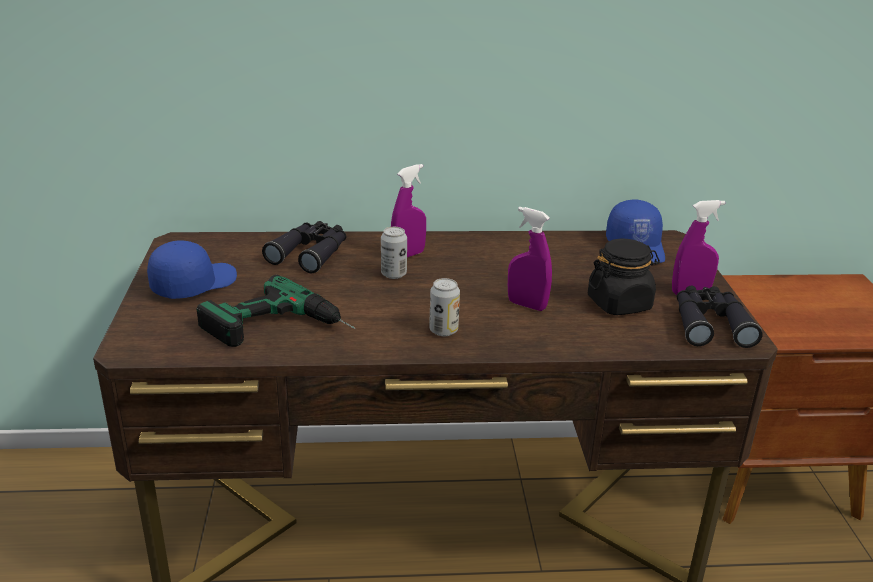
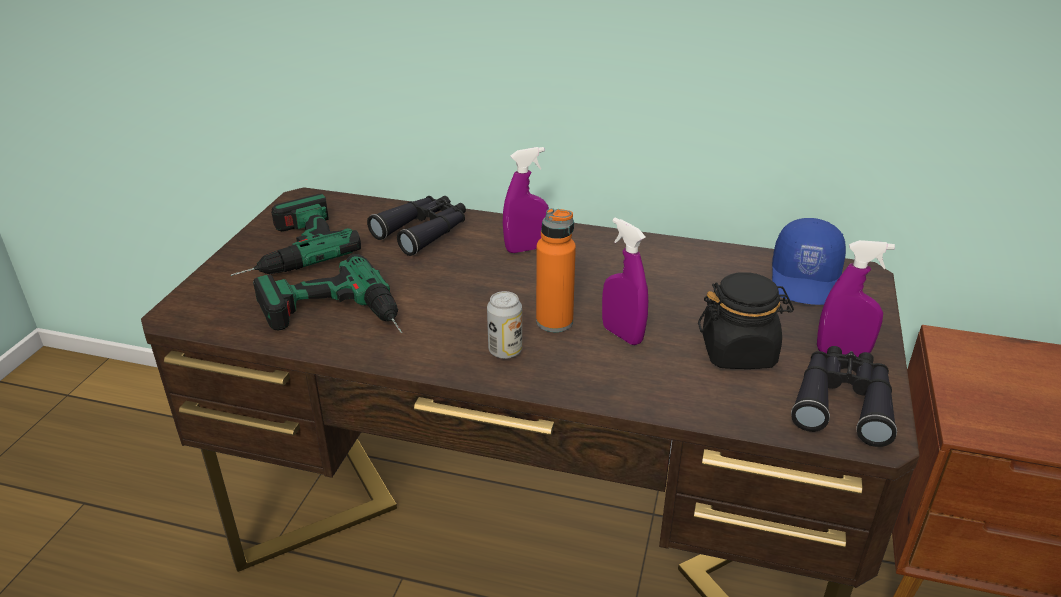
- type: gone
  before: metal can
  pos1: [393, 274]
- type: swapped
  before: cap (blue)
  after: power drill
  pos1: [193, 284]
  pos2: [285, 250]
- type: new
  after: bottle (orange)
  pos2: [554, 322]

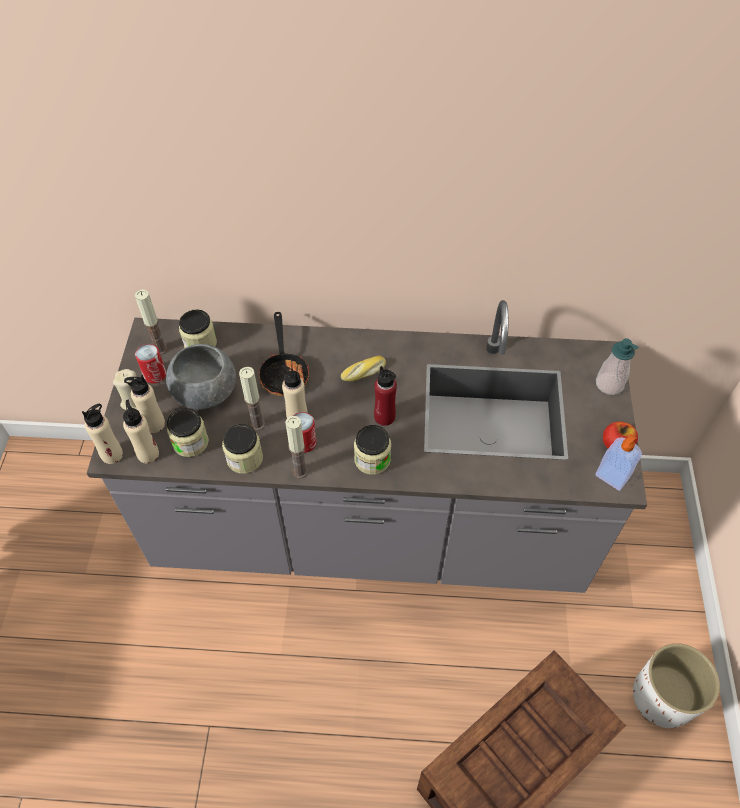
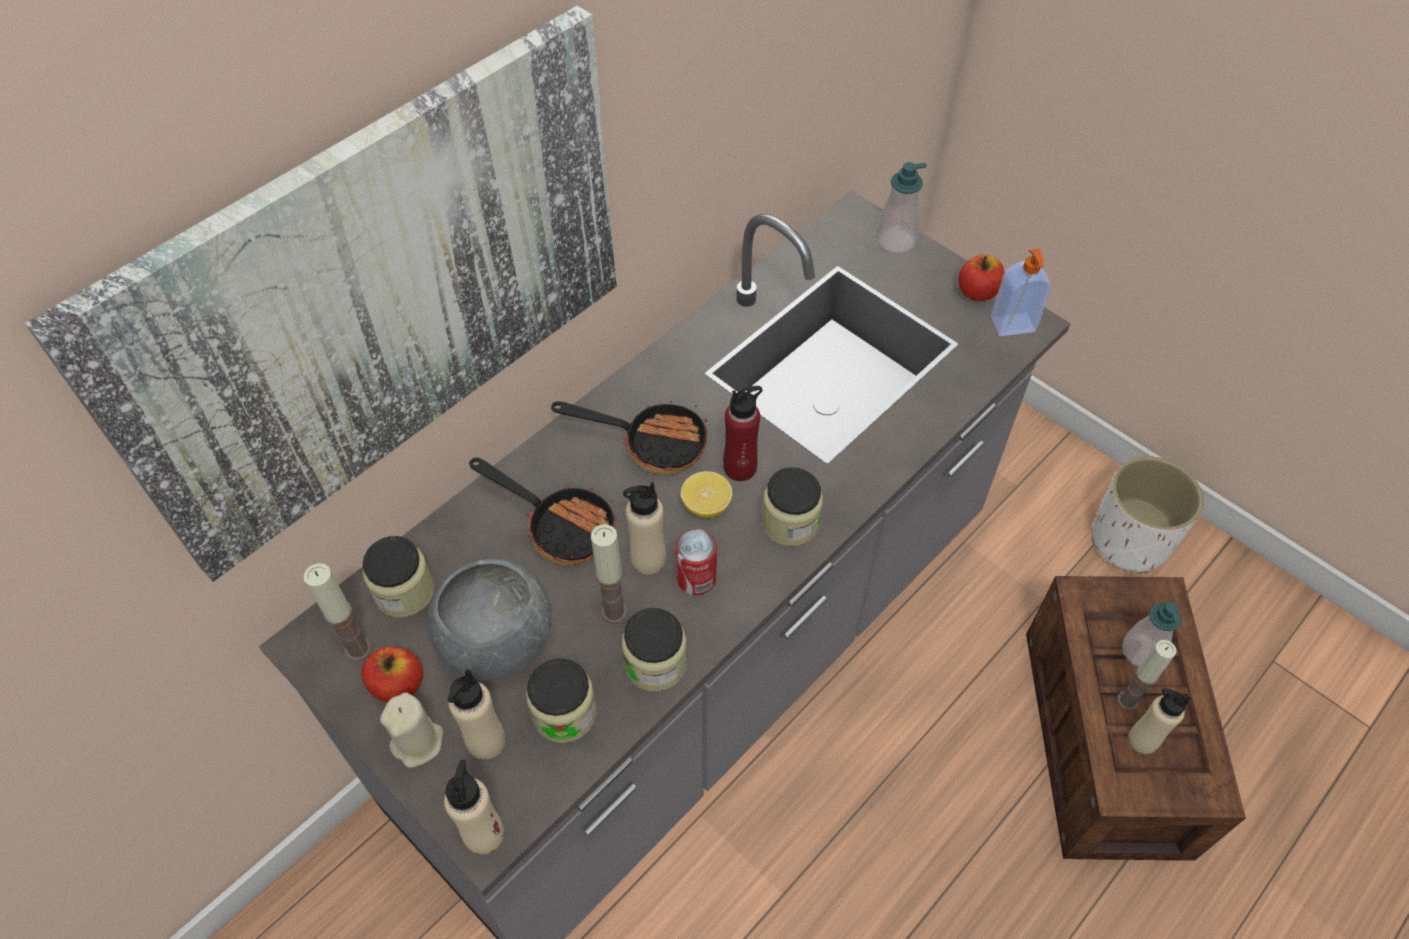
- type: swapped
  before: metal can
  after: apple
  pos1: [155, 375]
  pos2: [398, 685]
- type: swapped
  before: bakery bread
  after: pan
  pos1: [364, 373]
  pos2: [652, 442]
- type: shifted
  before: bottle (beige-coloured)
  pos1: [148, 454]
  pos2: [1142, 740]
- type: shifted
  before: candle
  pos1: [300, 471]
  pos2: [1127, 700]
- type: new
  after: picture
  pos2: [383, 295]
- type: new
  after: lemon
  pos2: [706, 505]
- type: new
  after: liquid soap bottle
  pos2: [1141, 651]

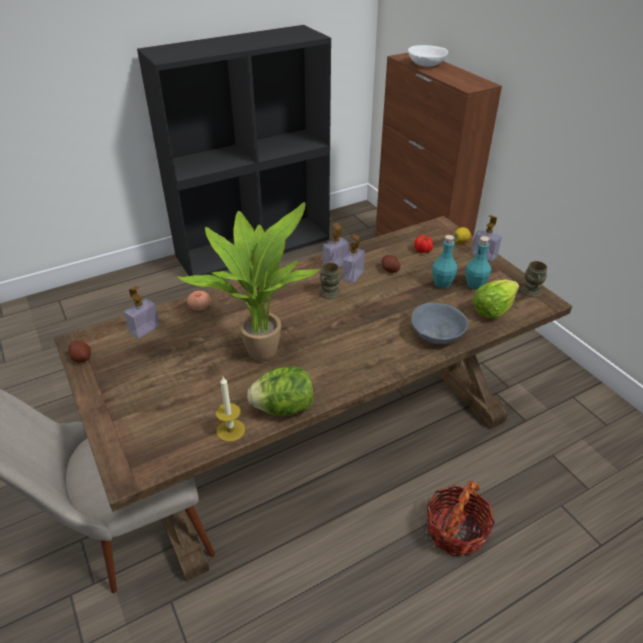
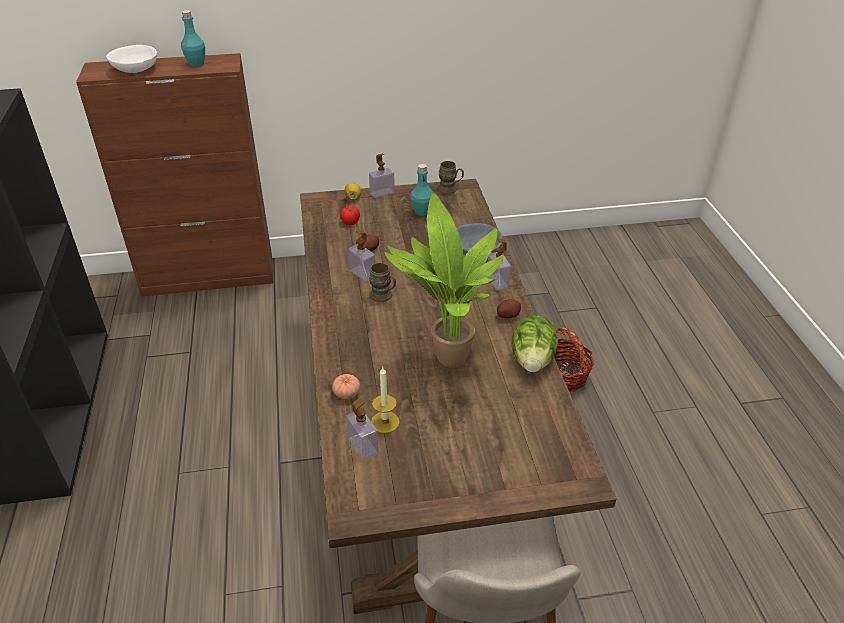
- type: shifted
  before: liquid soap bottle
  pos1: [335, 264]
  pos2: [497, 282]
- type: shifted
  before: bottle (turquoise)
  pos1: [442, 283]
  pos2: [196, 64]
- type: gone
  before: head of lettuce
  pos1: [492, 310]
- type: shifted
  before: potato
  pos1: [81, 357]
  pos2: [508, 315]
- type: shifted
  before: candle
  pos1: [230, 430]
  pos2: [385, 422]

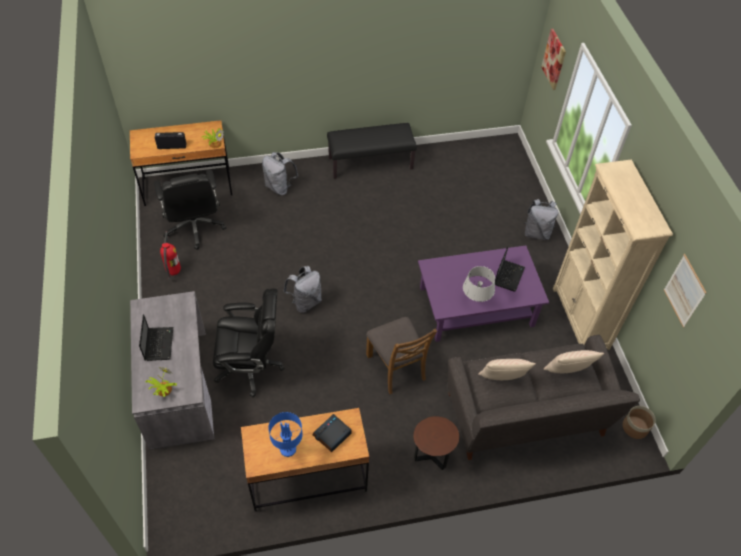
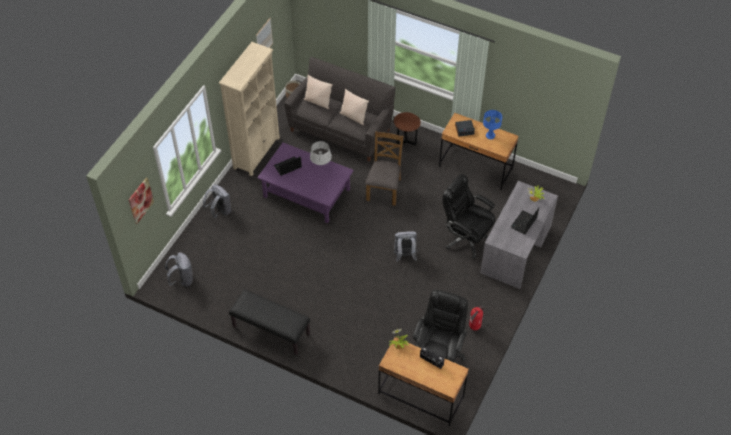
- type: shifted
  before: rucksack (grey)
  pos1: [279, 187]
  pos2: [182, 280]

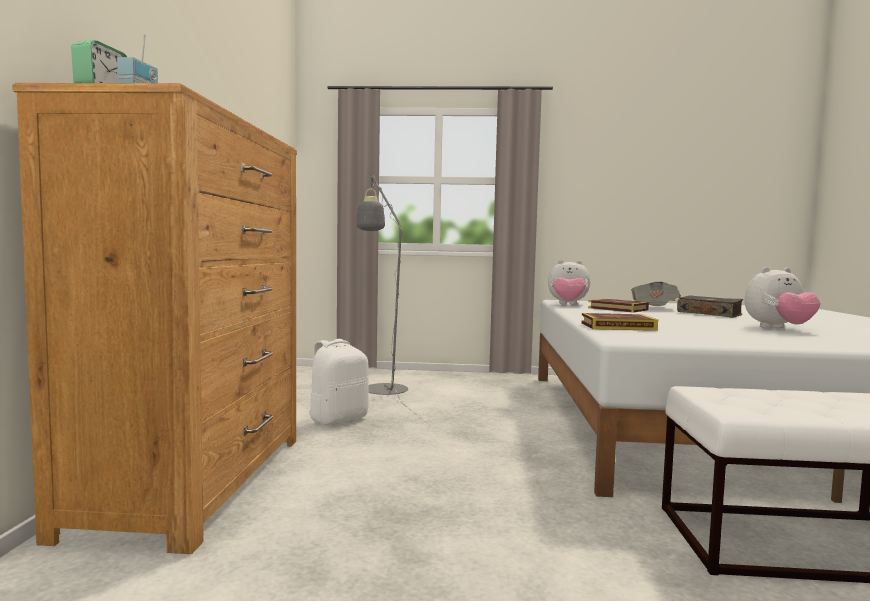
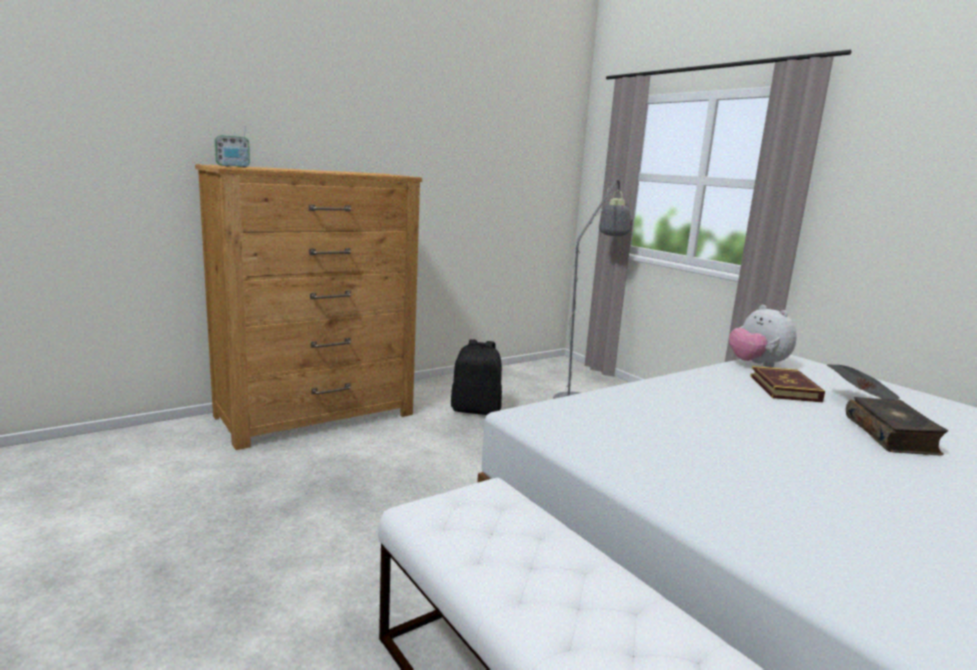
- type: gone
  before: plush toy
  pos1: [778, 328]
- type: gone
  before: book
  pos1: [617, 326]
- type: repainted
  before: rucksack (white)
  after: rucksack (black-coloured)
  pos1: [338, 418]
  pos2: [476, 410]

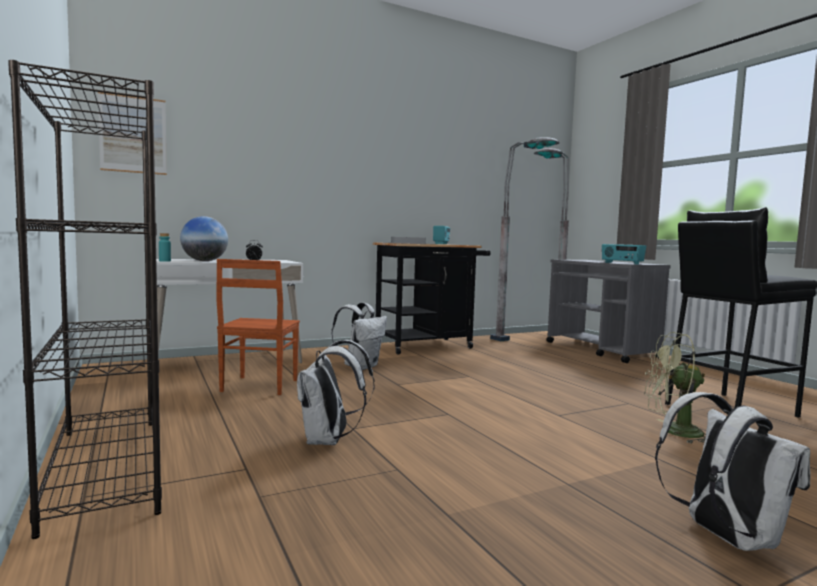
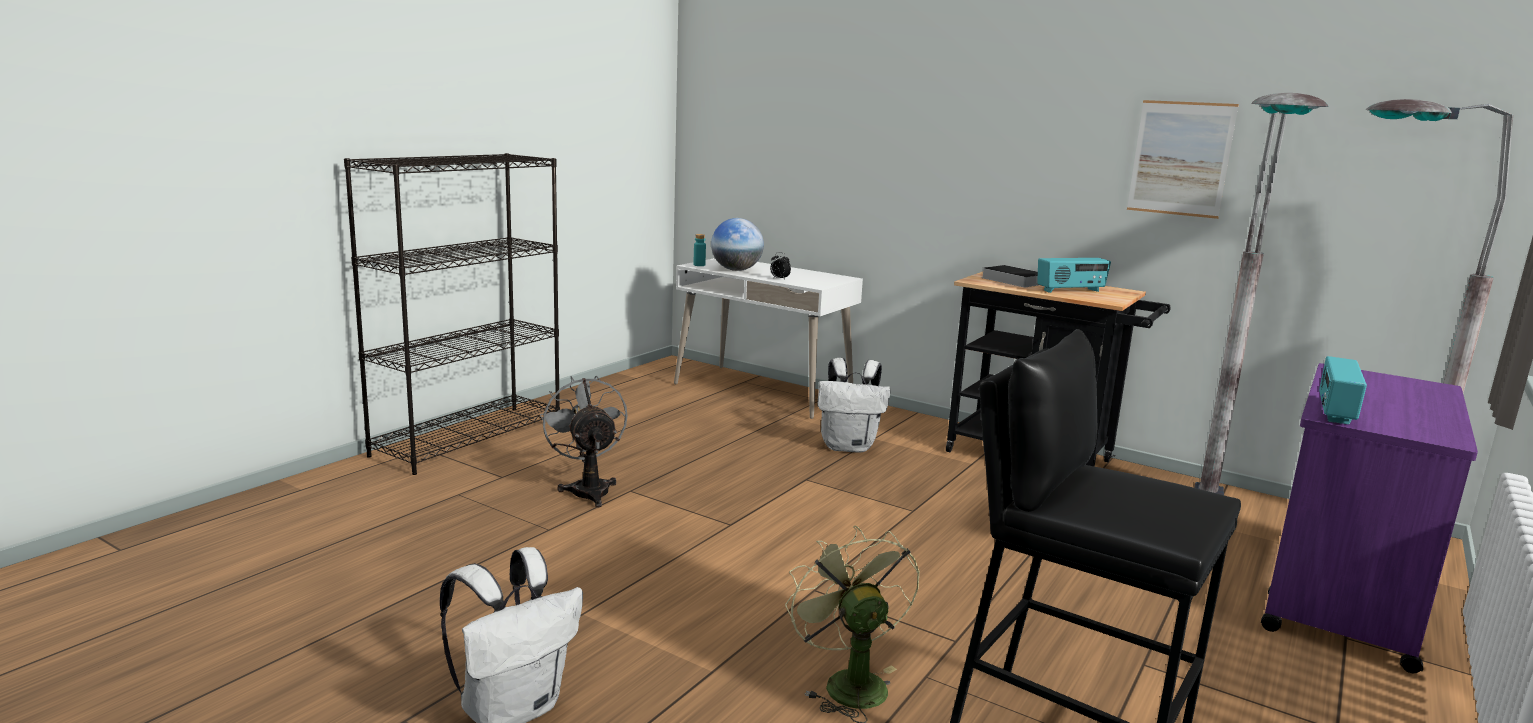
- type: shifted
  before: picture
  pos1: [133, 134]
  pos2: [1180, 158]
- type: gone
  before: chair (brown-coloured)
  pos1: [258, 386]
- type: repainted
  before: cart (grey)
  after: cart (purple)
  pos1: [601, 350]
  pos2: [1341, 598]
- type: swapped
  before: rucksack (white)
  after: cooling fan (grey)
  pos1: [329, 441]
  pos2: [588, 489]

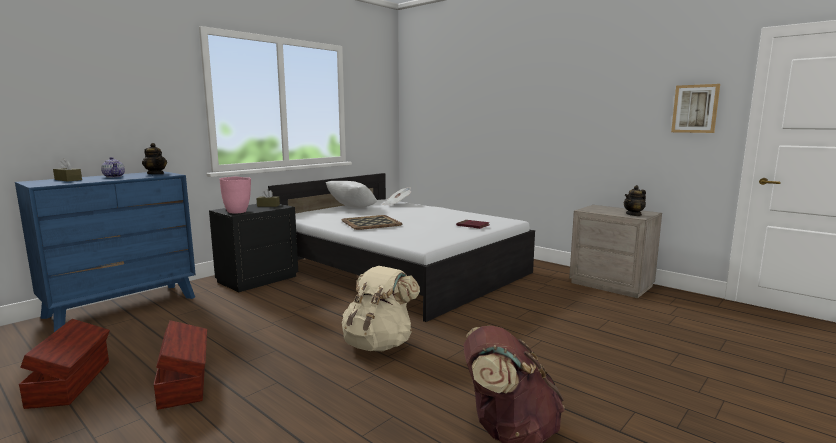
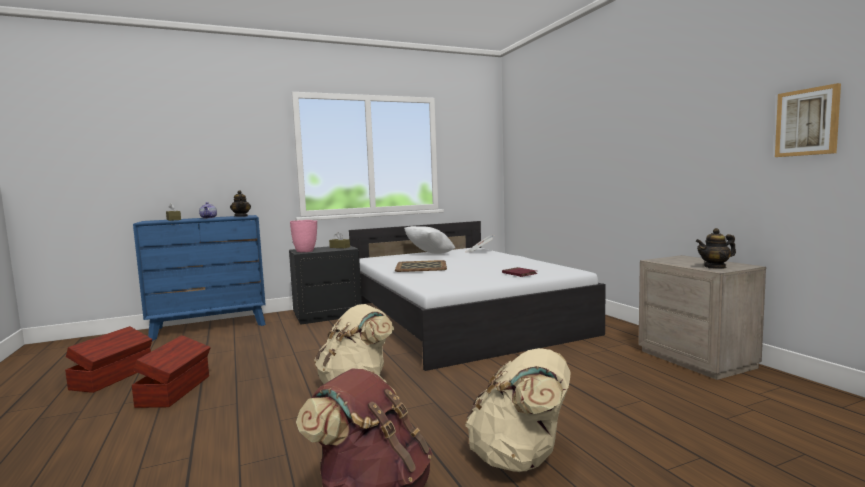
- type: new
  after: rucksack (beige-coloured)
  pos2: [520, 458]

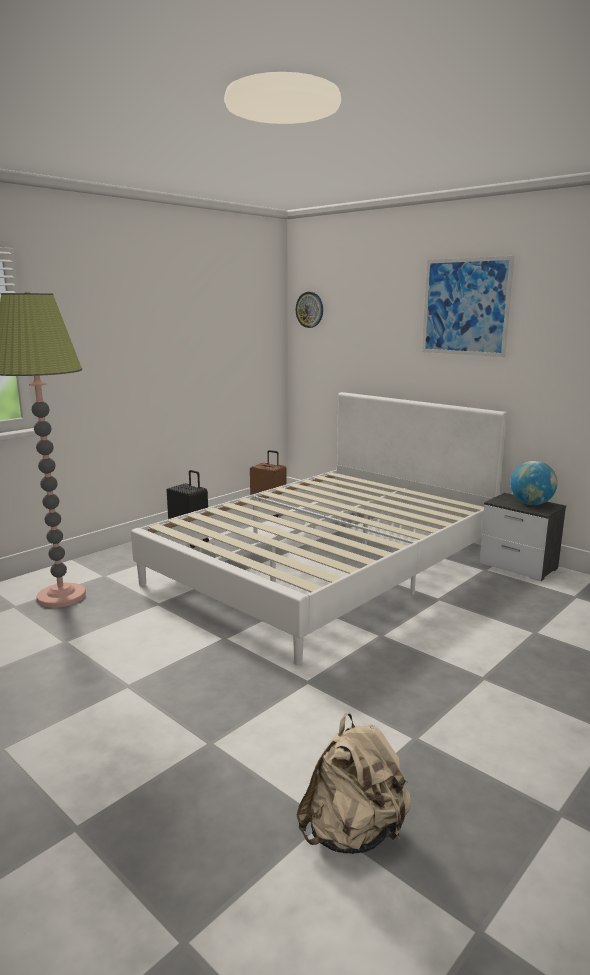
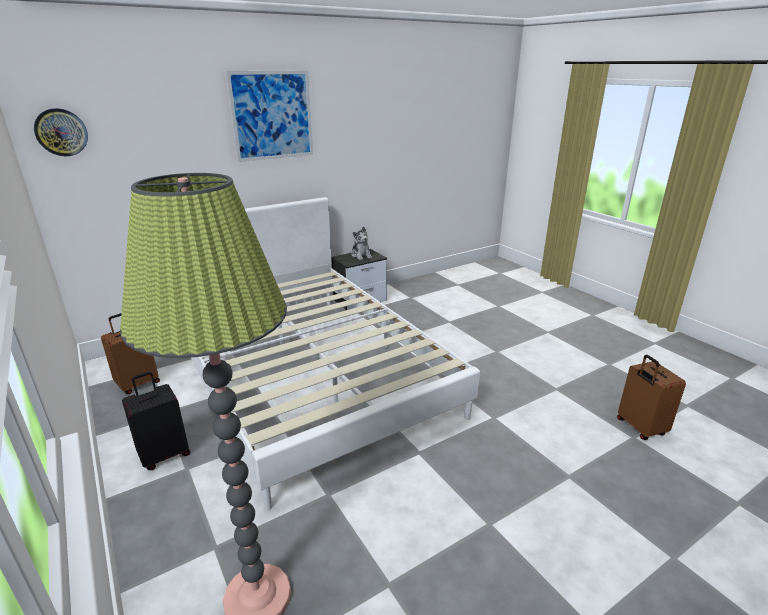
- type: swapped
  before: desk globe
  after: plush toy
  pos1: [531, 504]
  pos2: [361, 255]
- type: swapped
  before: rucksack (beige-coloured)
  after: travel case (brown-coloured)
  pos1: [353, 833]
  pos2: [639, 427]

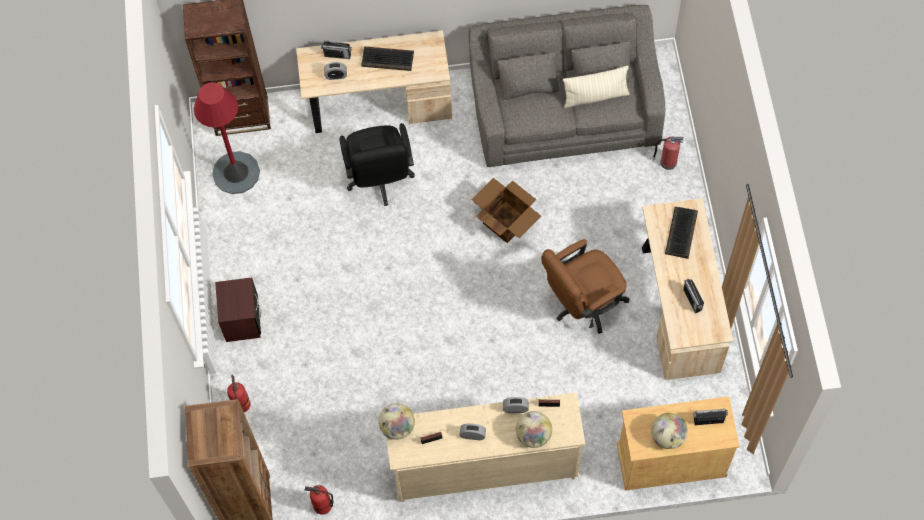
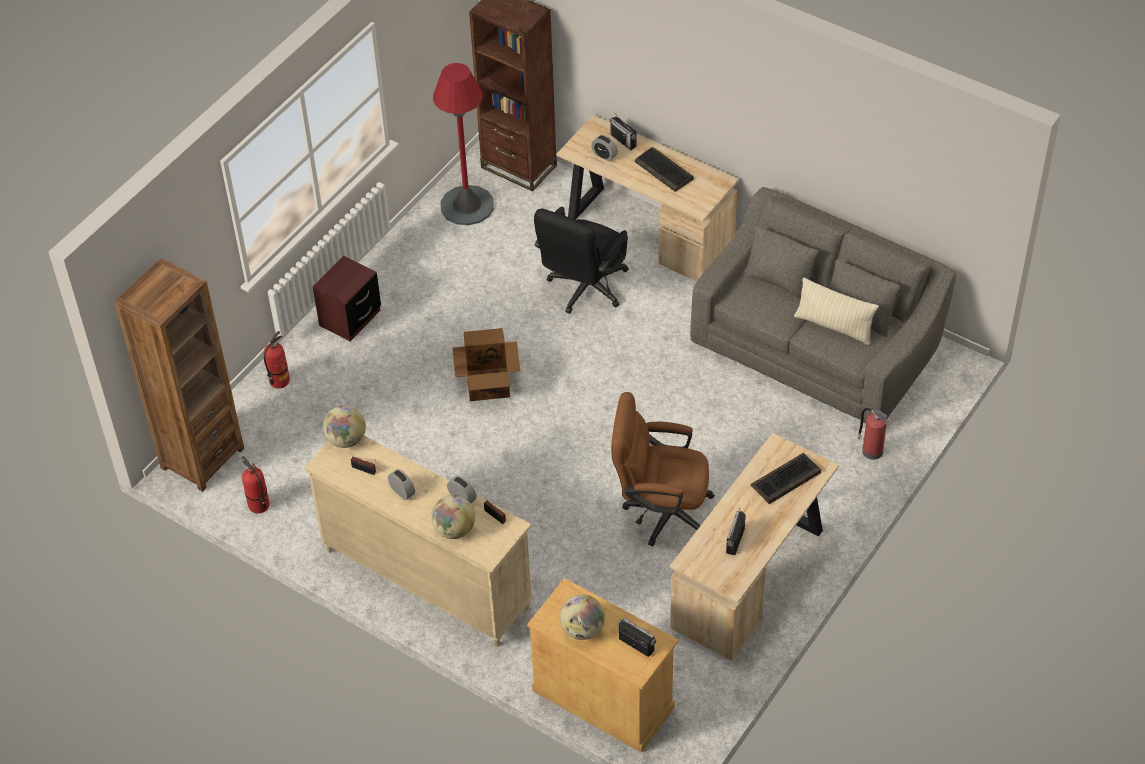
- type: shifted
  before: packing box
  pos1: [506, 221]
  pos2: [488, 383]

